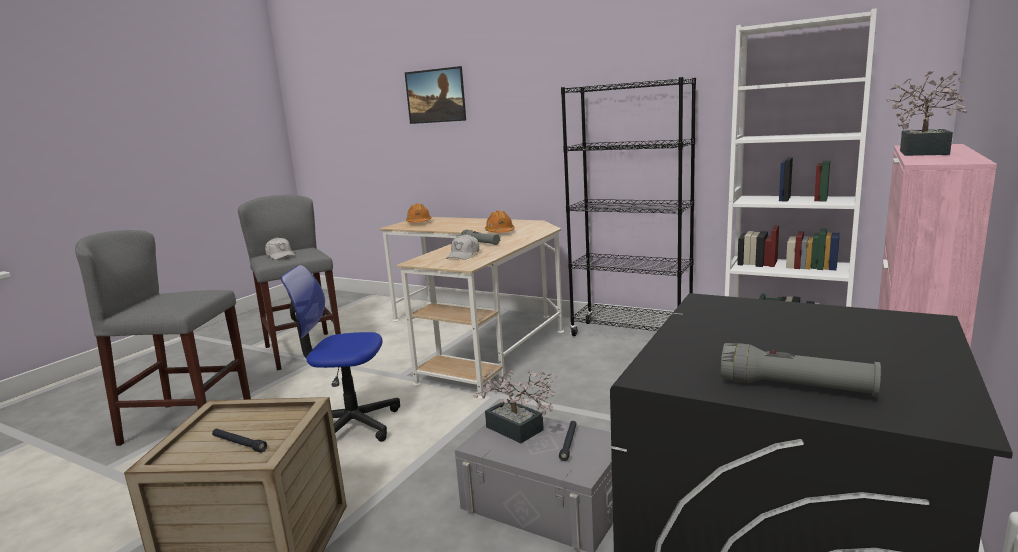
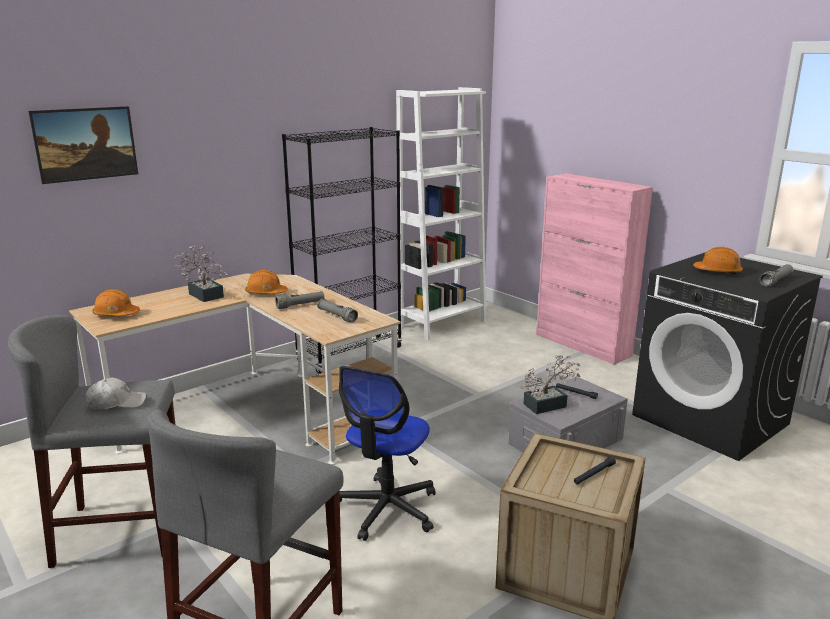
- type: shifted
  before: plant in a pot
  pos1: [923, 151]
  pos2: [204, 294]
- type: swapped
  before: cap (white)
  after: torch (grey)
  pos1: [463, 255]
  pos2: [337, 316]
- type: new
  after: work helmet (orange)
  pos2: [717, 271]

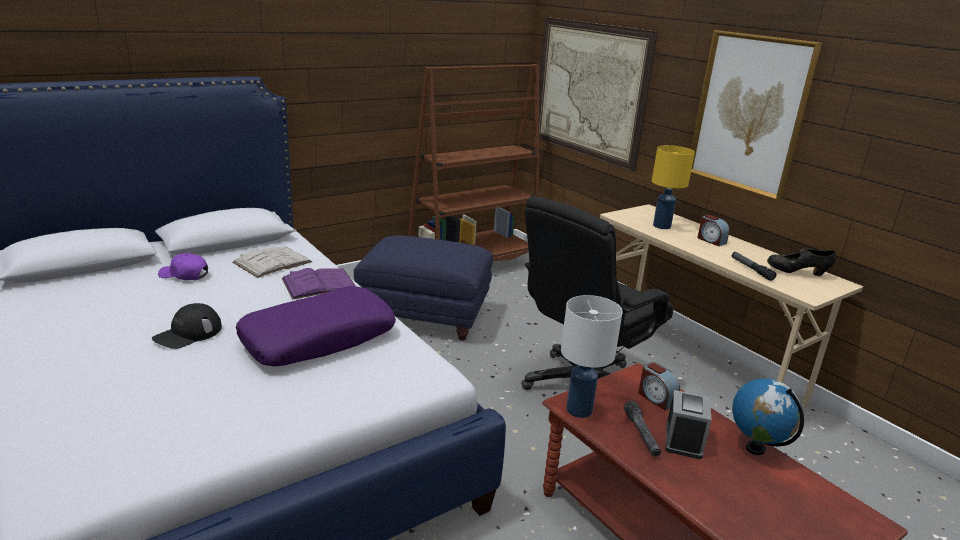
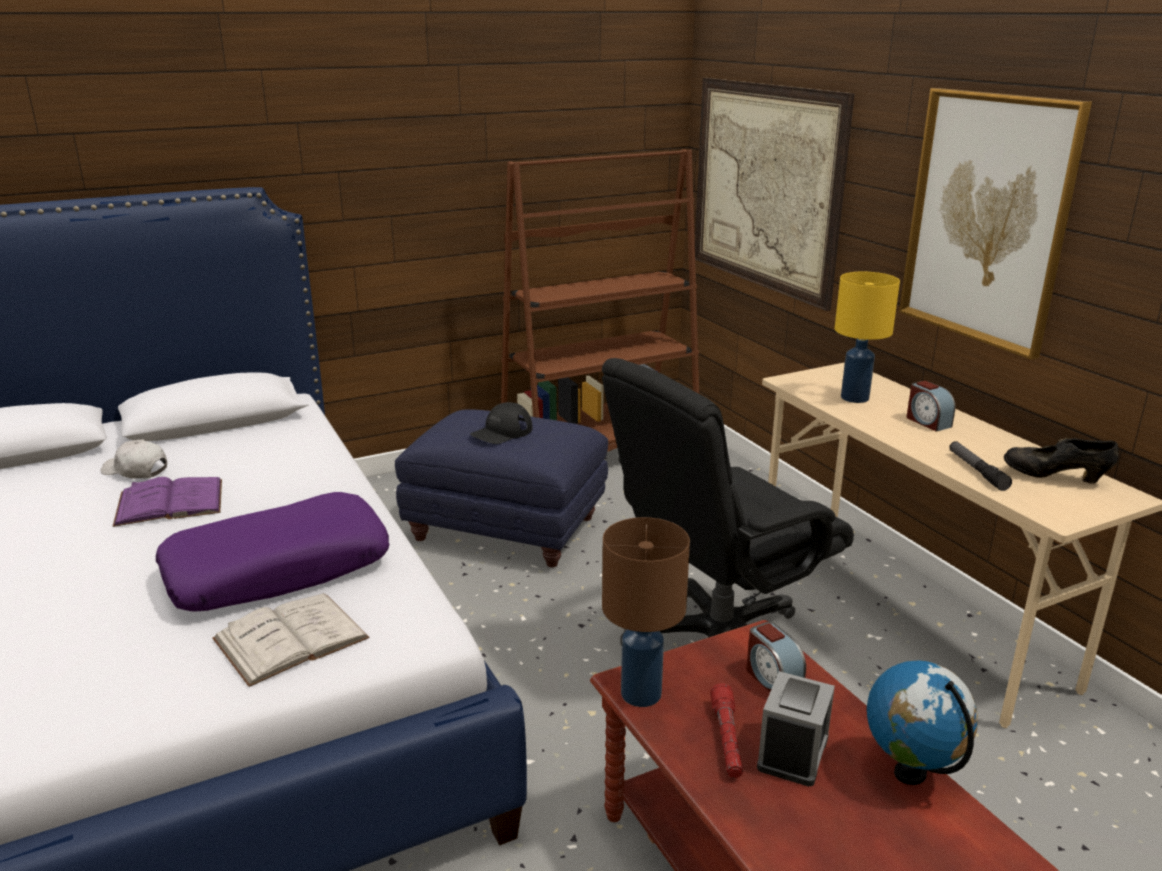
- type: shifted
  before: book (white)
  pos1: [272, 262]
  pos2: [291, 638]
- type: repainted
  before: cap (purple)
  after: cap (white)
  pos1: [184, 275]
  pos2: [136, 471]
- type: shifted
  before: book (purple)
  pos1: [319, 284]
  pos2: [170, 502]
- type: repainted
  before: lamp for a table (white)
  after: lamp for a table (brown-coloured)
  pos1: [580, 410]
  pos2: [642, 694]
- type: shifted
  before: cap (black-coloured)
  pos1: [188, 333]
  pos2: [502, 432]
- type: repainted
  before: torch (grey)
  after: torch (red-coloured)
  pos1: [641, 434]
  pos2: [727, 739]

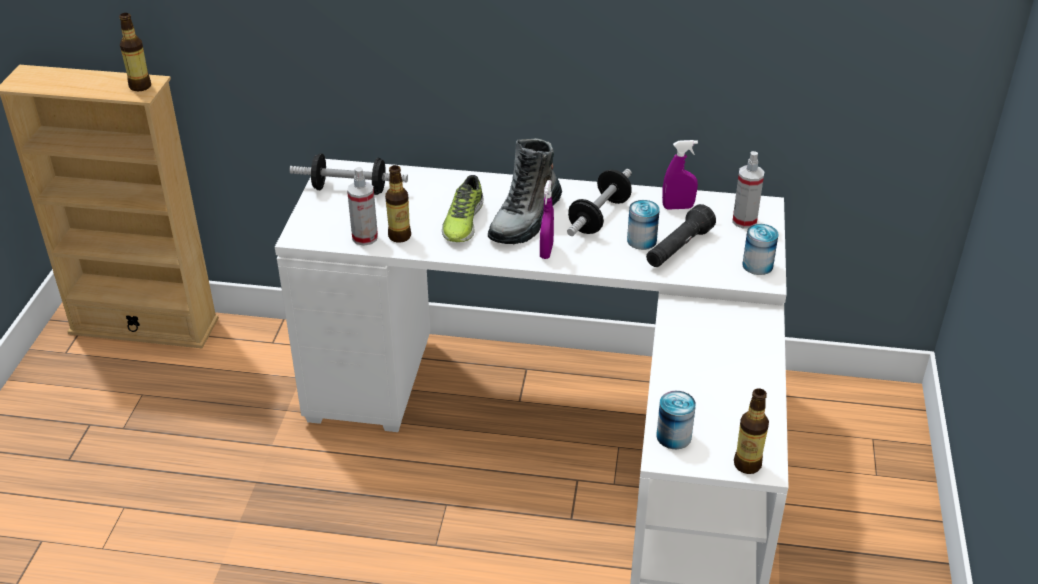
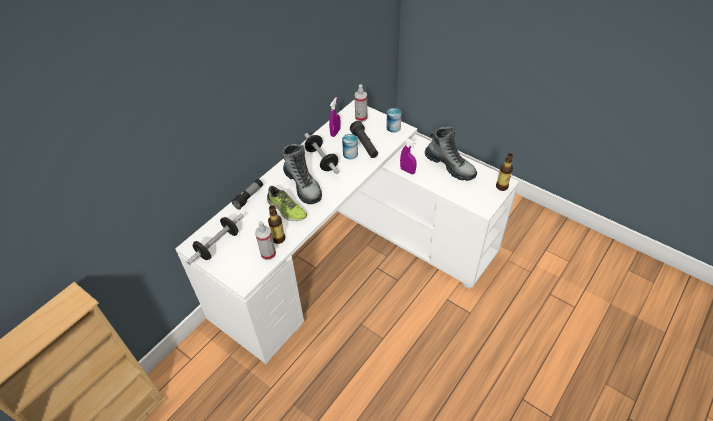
- type: gone
  before: bottle
  pos1: [140, 86]
- type: shifted
  before: sprayer (purple)
  pos1: [546, 251]
  pos2: [407, 171]
- type: gone
  before: metal can
  pos1: [673, 436]
- type: new
  after: boot
  pos2: [450, 166]
- type: new
  after: torch
  pos2: [249, 197]

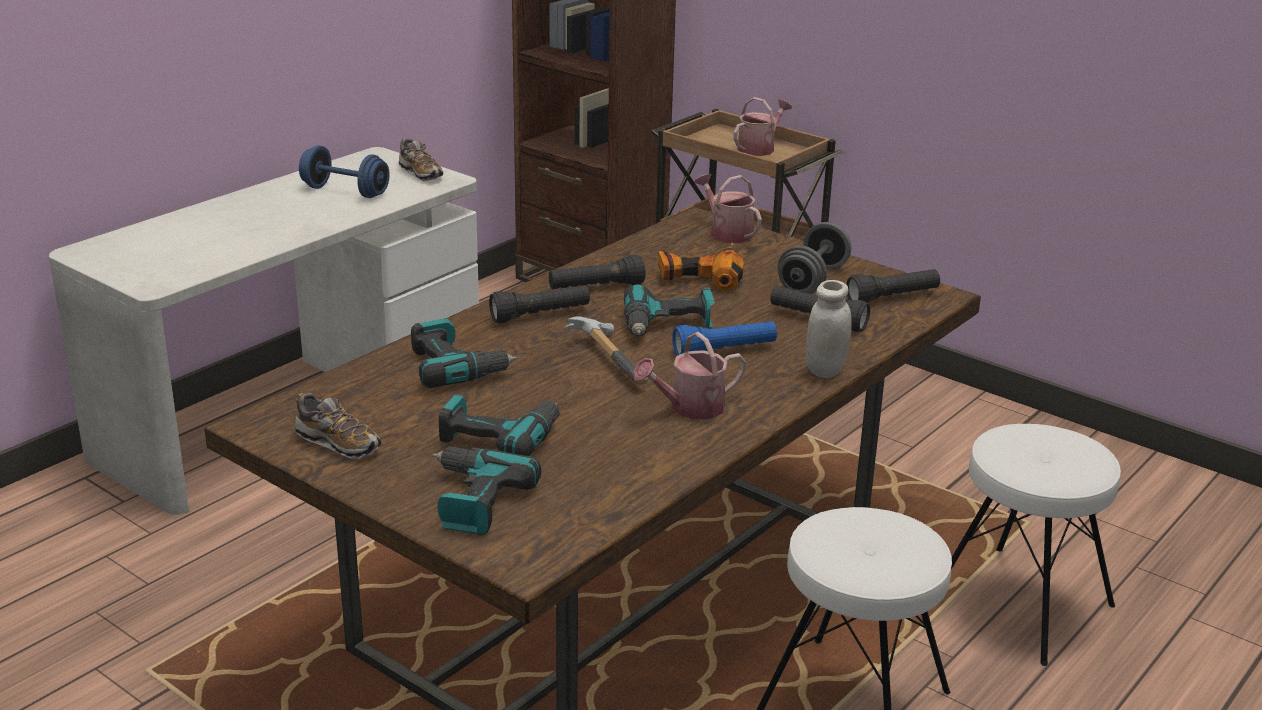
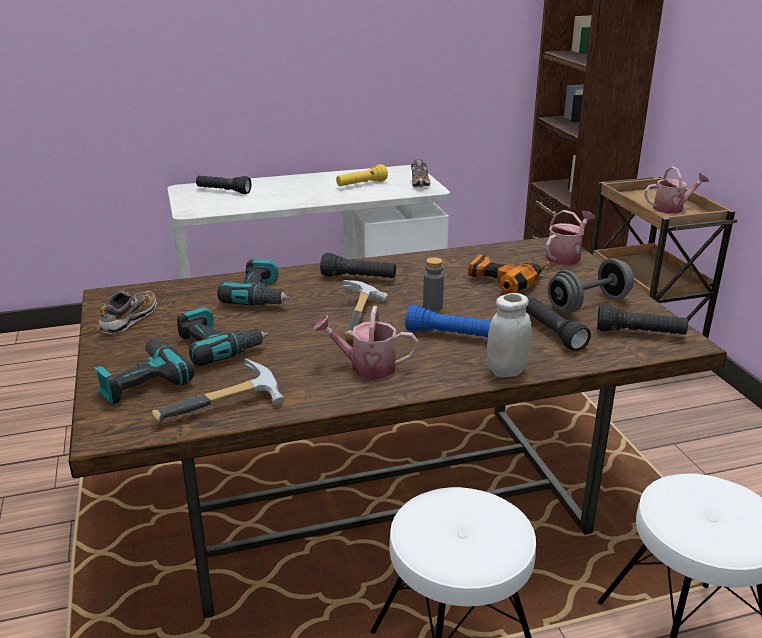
- type: swapped
  before: free weight (blue)
  after: torch (yellow)
  pos1: [345, 191]
  pos2: [361, 185]
- type: rotated
  before: watering can
  pos1: [727, 232]
  pos2: [566, 256]
  turn: 45
- type: shifted
  before: torch (black-coloured)
  pos1: [596, 288]
  pos2: [223, 191]
- type: swapped
  before: power drill
  after: bottle (grey)
  pos1: [668, 326]
  pos2: [432, 307]
- type: rotated
  before: item of footwear
  pos1: [338, 443]
  pos2: [129, 320]
  turn: -135
- type: new
  after: hand hammer
  pos2: [224, 409]

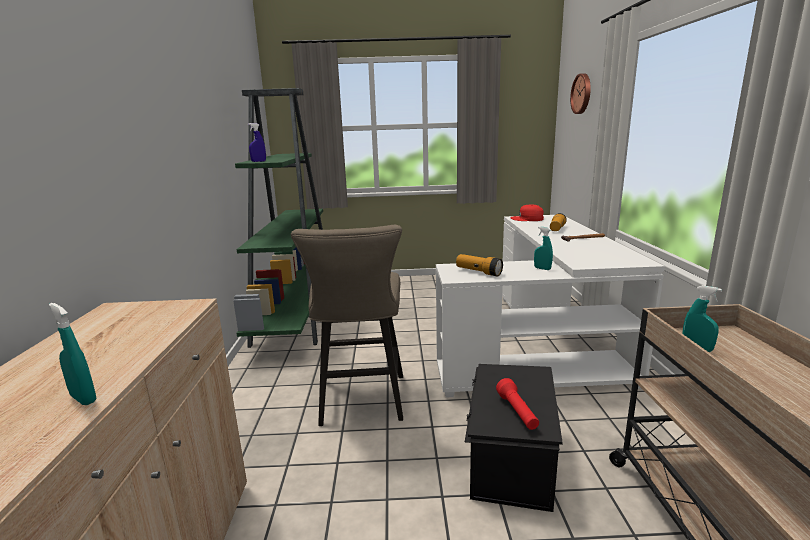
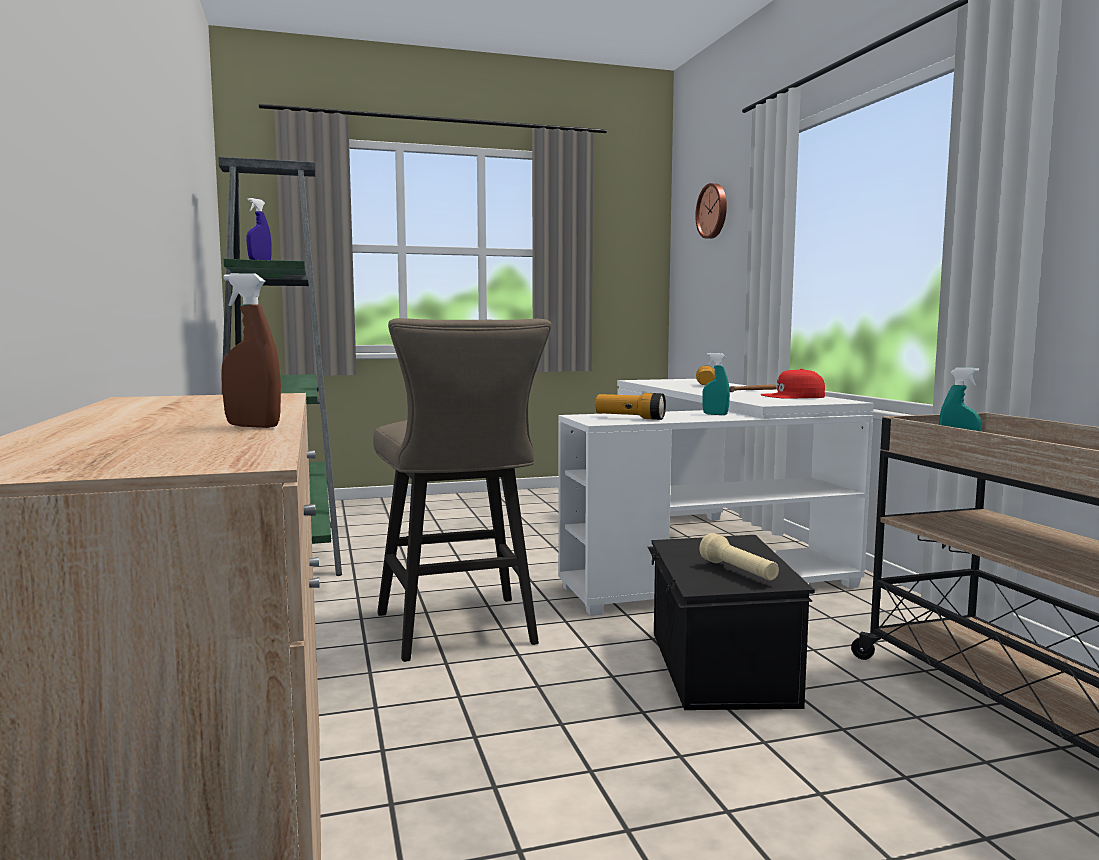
- type: shifted
  before: cap (red-coloured)
  pos1: [527, 219]
  pos2: [793, 396]
- type: repainted
  before: sprayer (turquoise)
  after: sprayer (brown-coloured)
  pos1: [83, 398]
  pos2: [252, 426]
- type: repainted
  before: torch (red-coloured)
  after: torch (beige-coloured)
  pos1: [517, 412]
  pos2: [739, 572]

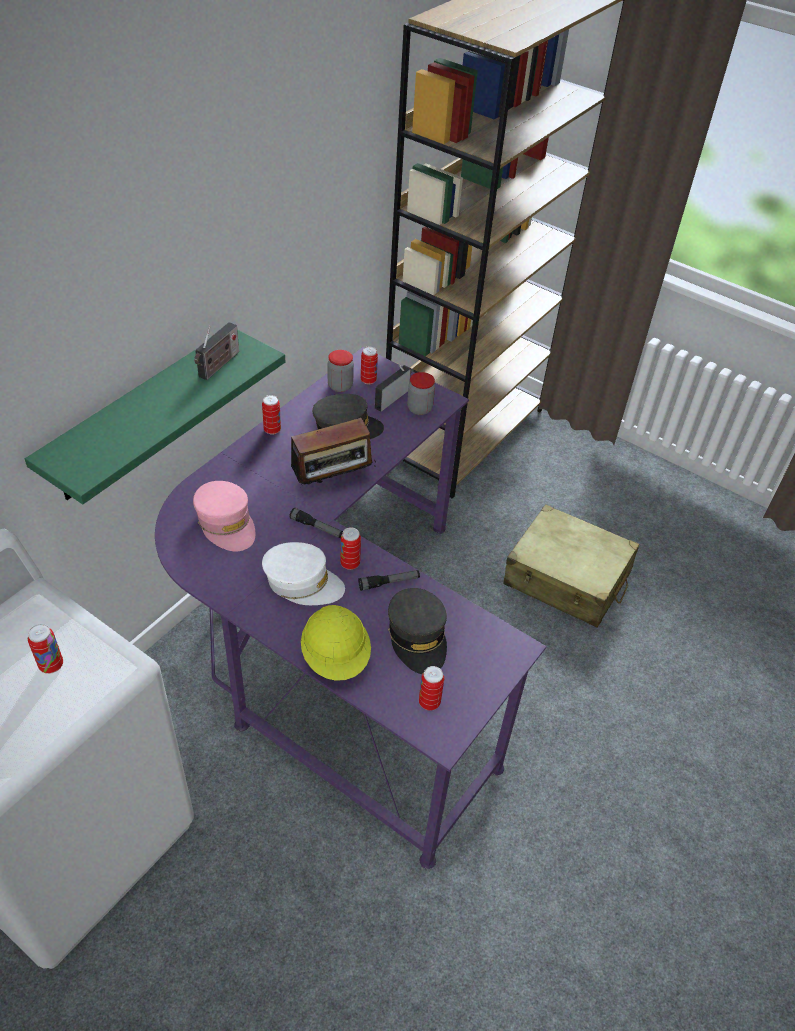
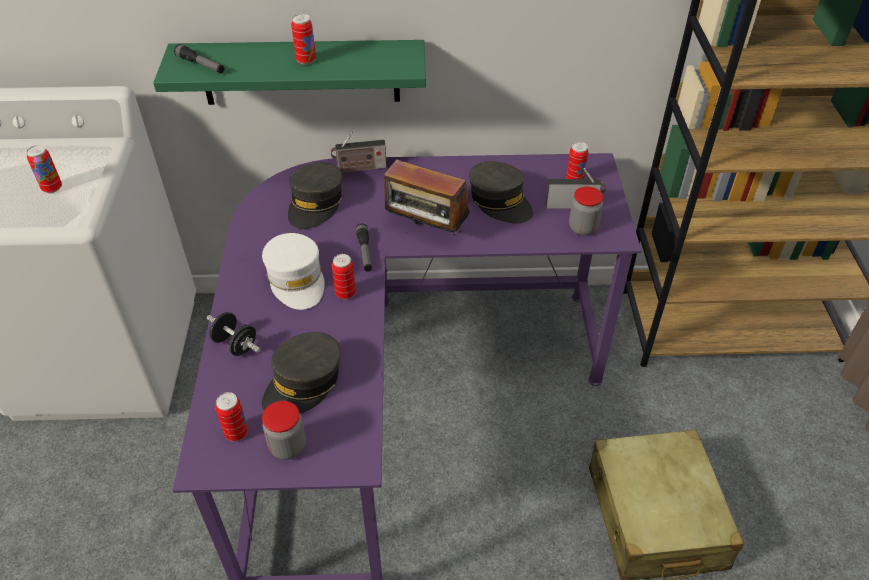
- type: shifted
  before: radio
  pos1: [218, 366]
  pos2: [359, 169]
- type: shifted
  before: jar
  pos1: [340, 386]
  pos2: [288, 446]
- type: shifted
  before: metal can
  pos1: [272, 430]
  pos2: [306, 60]
- type: repainted
  before: cap (pinkish)
  after: cap (grey)
  pos1: [226, 524]
  pos2: [315, 204]
- type: shifted
  before: torch
  pos1: [389, 583]
  pos2: [201, 65]
- type: swapped
  before: work helmet (yellow)
  after: free weight (black-coloured)
  pos1: [336, 657]
  pos2: [235, 344]

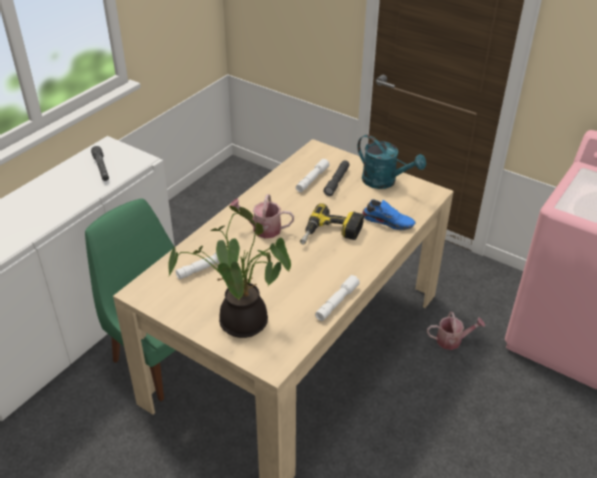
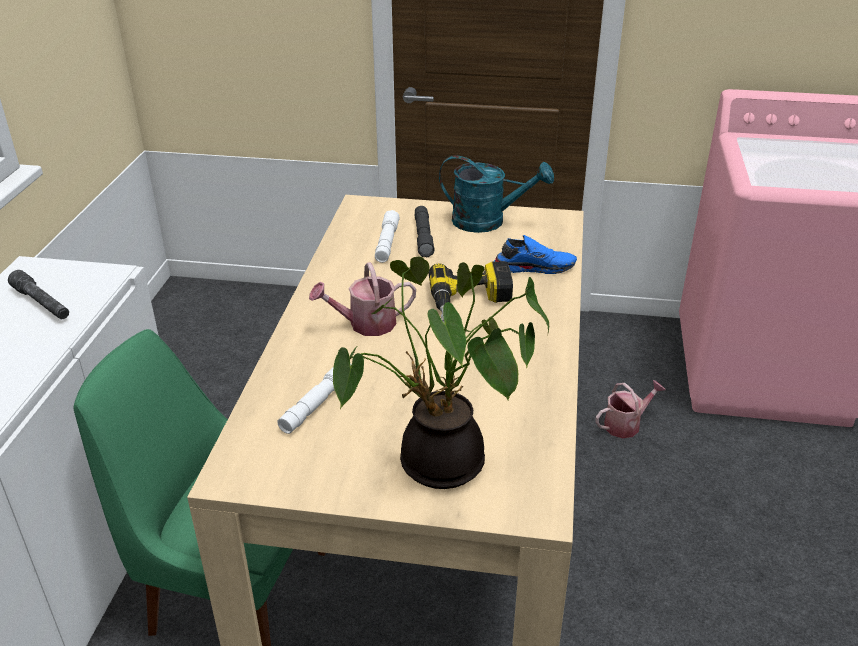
- type: gone
  before: torch (white)
  pos1: [337, 302]

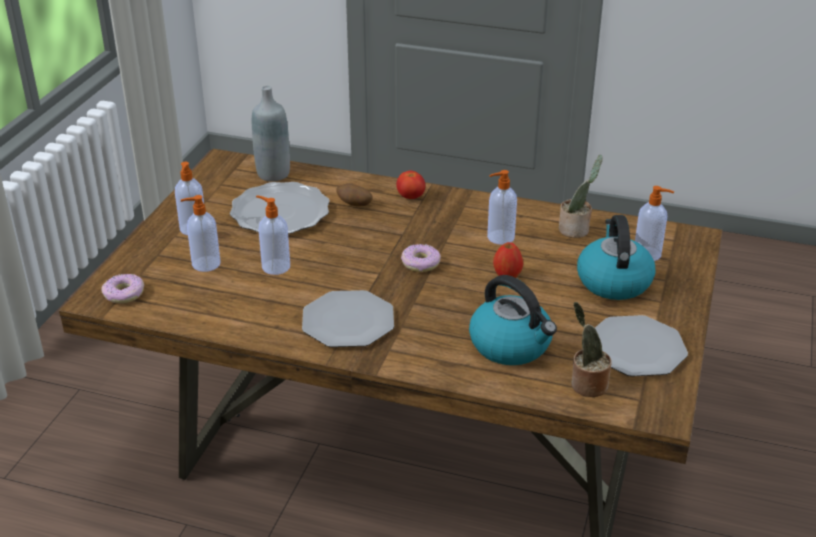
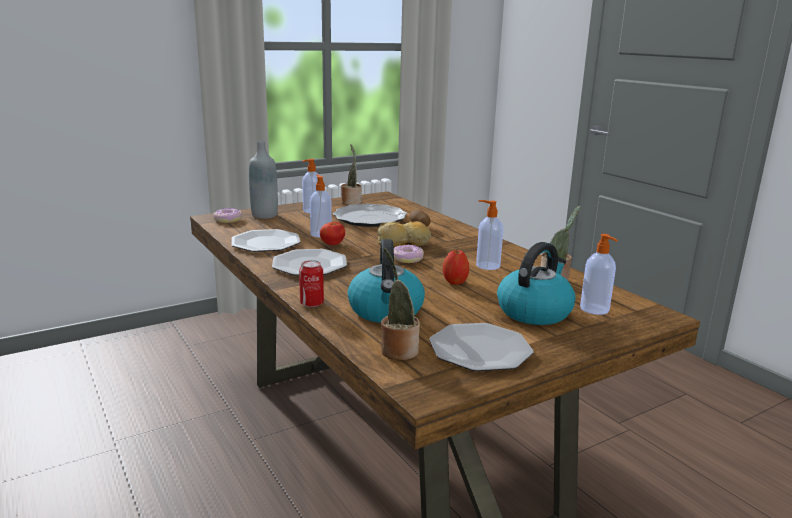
- type: shifted
  before: bottle (grey)
  pos1: [273, 174]
  pos2: [264, 215]
- type: shifted
  before: fresh tomato
  pos1: [410, 197]
  pos2: [332, 244]
- type: gone
  before: liquid soap bottle
  pos1: [205, 264]
- type: new
  after: plant in a pot
  pos2: [351, 202]
- type: new
  after: bakery bread
  pos2: [404, 243]
- type: new
  after: dinner plate
  pos2: [266, 243]
- type: new
  after: metal can
  pos2: [311, 303]

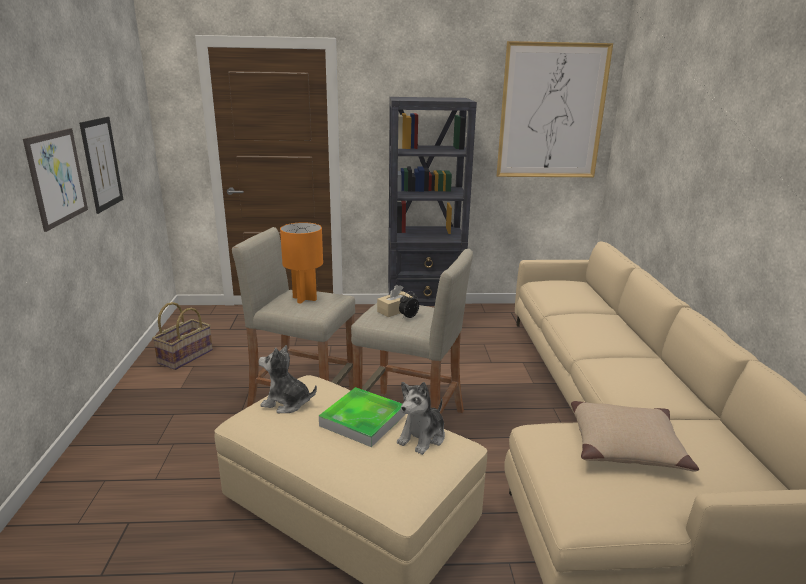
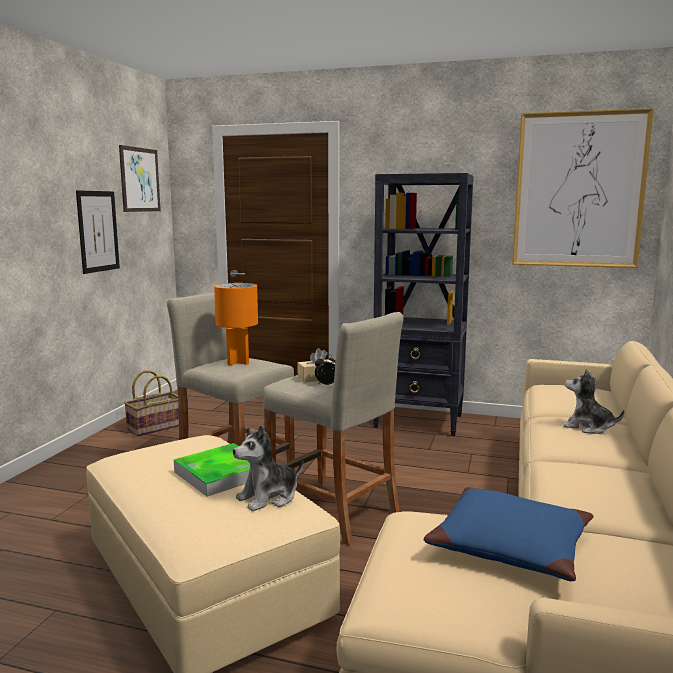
- type: shifted
  before: picture
  pos1: [57, 177]
  pos2: [140, 179]
- type: shifted
  before: plush toy
  pos1: [286, 403]
  pos2: [588, 427]
- type: repainted
  before: cushion (beige-coloured)
  after: cushion (blue)
  pos1: [625, 445]
  pos2: [510, 546]

